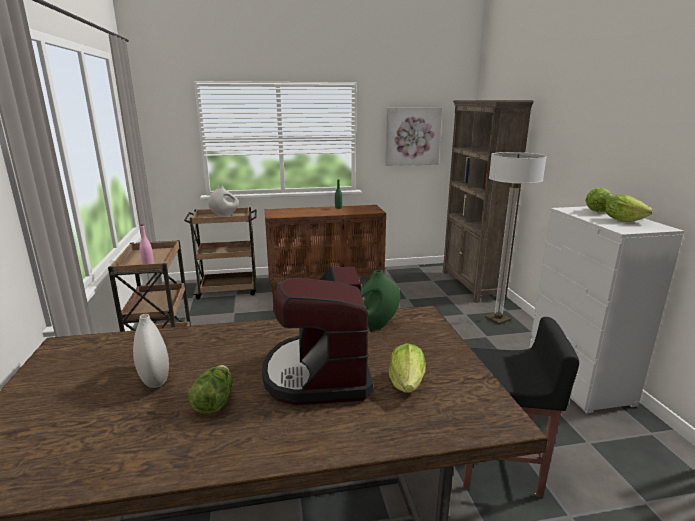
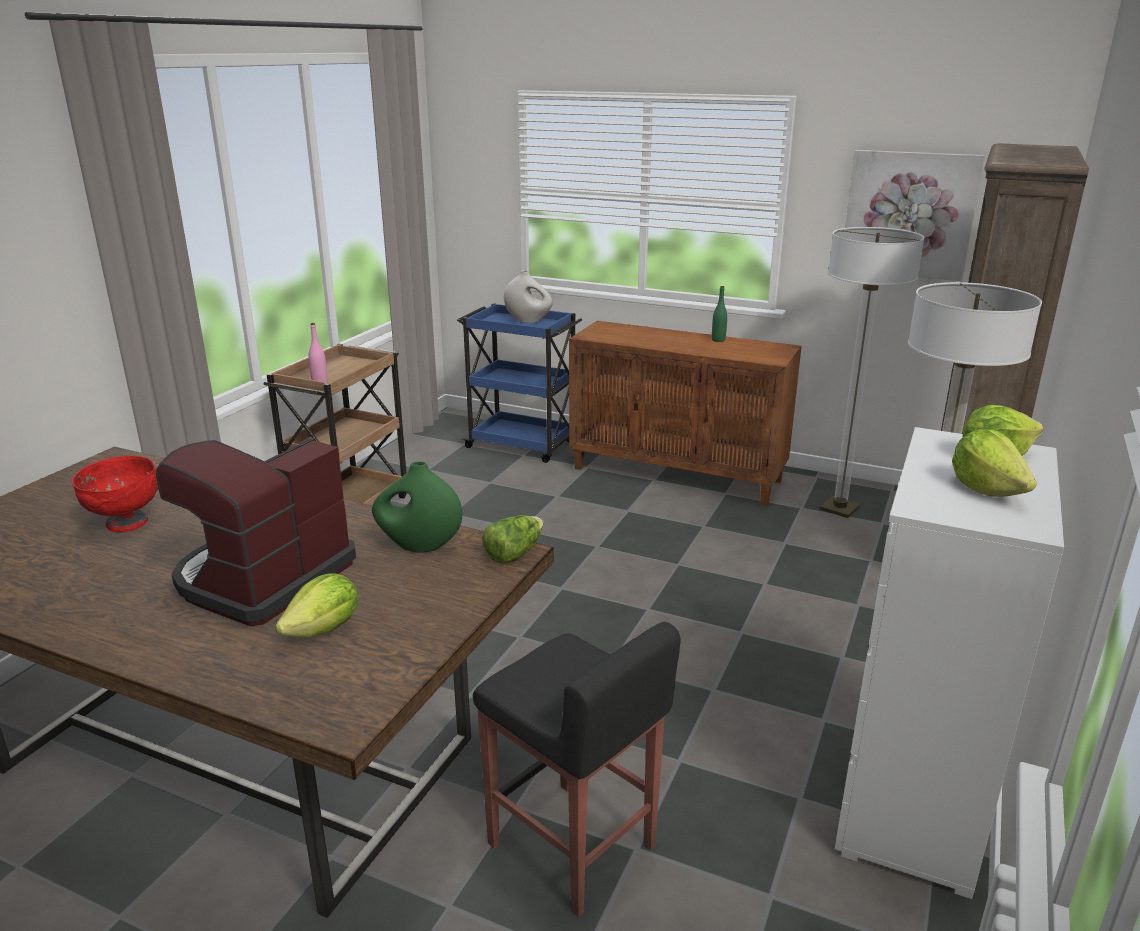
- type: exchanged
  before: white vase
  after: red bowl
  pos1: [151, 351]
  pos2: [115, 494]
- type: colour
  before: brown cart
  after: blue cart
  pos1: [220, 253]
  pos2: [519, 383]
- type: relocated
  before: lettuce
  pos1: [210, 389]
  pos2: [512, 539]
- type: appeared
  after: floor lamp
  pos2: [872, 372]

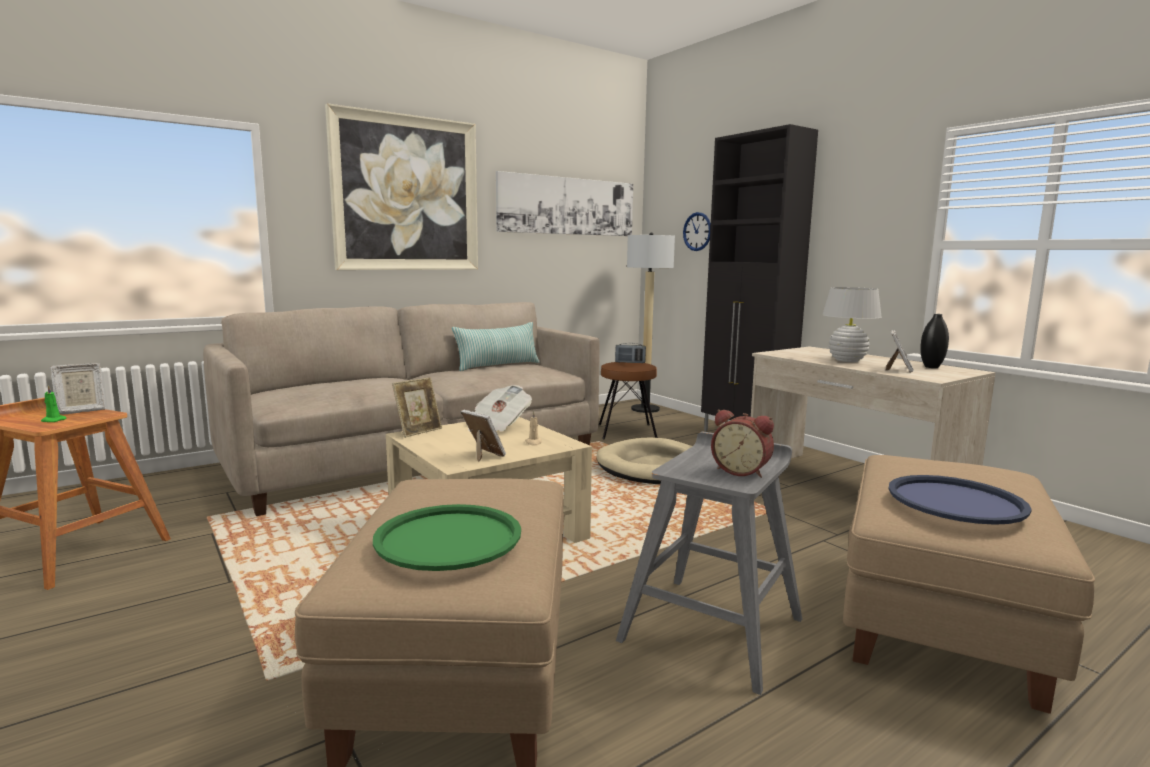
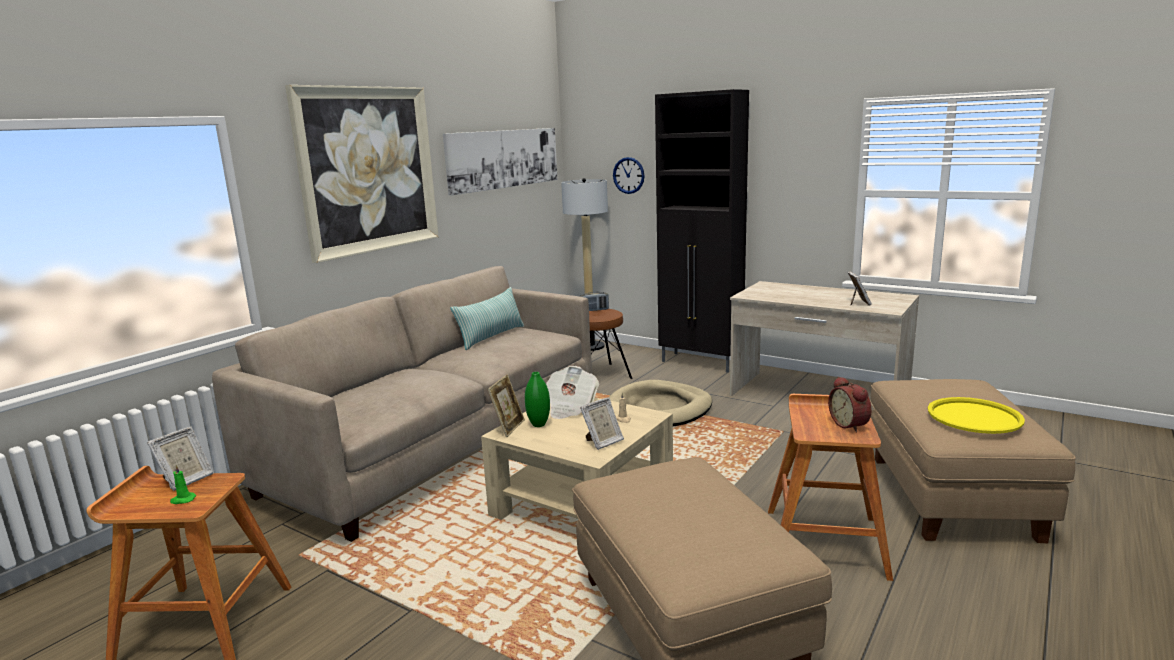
- type: appeared
  after: green vase
  pos2: [537, 399]
- type: spun
  before: picture frame
  pos1: [483, 435]
  pos2: [602, 424]
  turn: 120
- type: colour
  before: grey stool
  after: brown stool
  pos1: [709, 563]
  pos2: [830, 487]
- type: spun
  before: alarm clock
  pos1: [742, 443]
  pos2: [850, 404]
  turn: 60
- type: colour
  before: blue tray
  after: yellow tray
  pos1: [960, 500]
  pos2: [976, 415]
- type: missing
  before: green tray
  pos1: [447, 537]
- type: missing
  before: white table lamp
  pos1: [852, 324]
- type: missing
  before: black vase
  pos1: [934, 341]

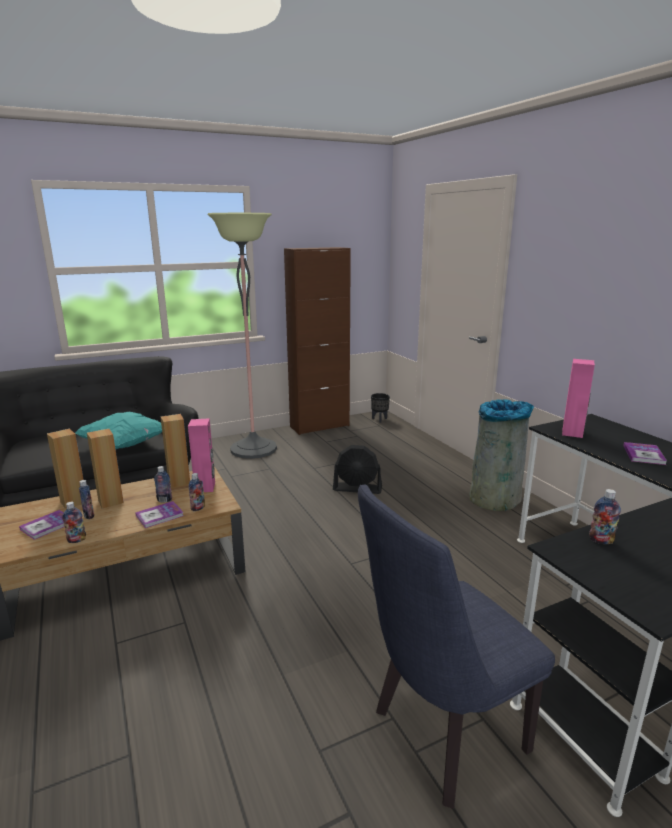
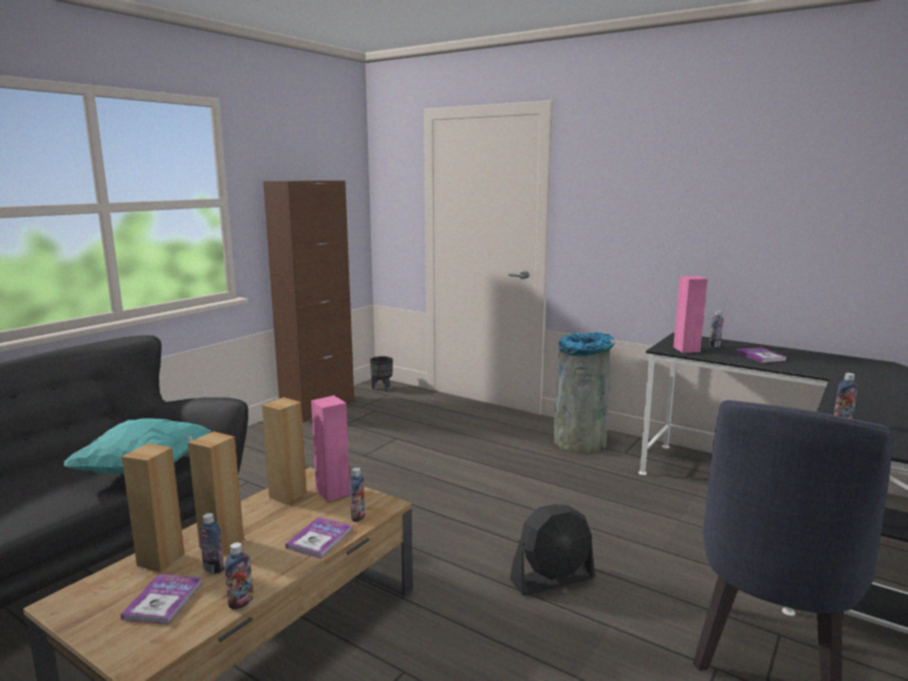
- type: relocated
  before: black fan
  pos1: [357, 469]
  pos2: [552, 550]
- type: relocated
  before: bottle
  pos1: [163, 484]
  pos2: [716, 329]
- type: missing
  before: floor lamp
  pos1: [242, 336]

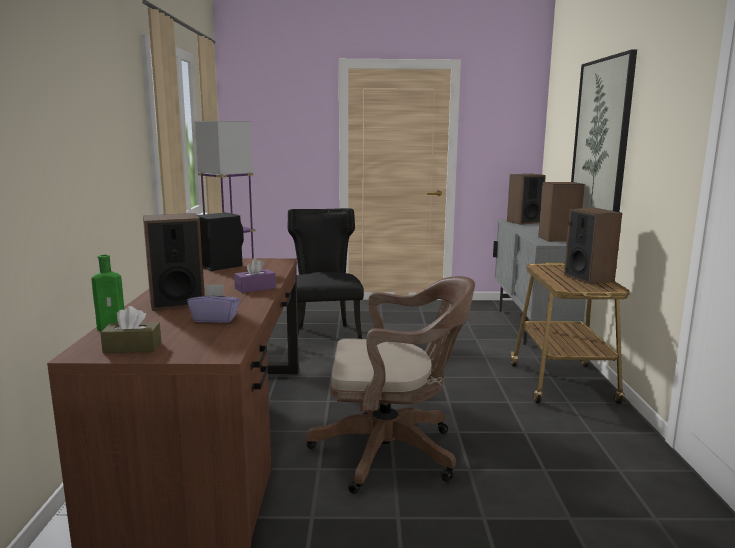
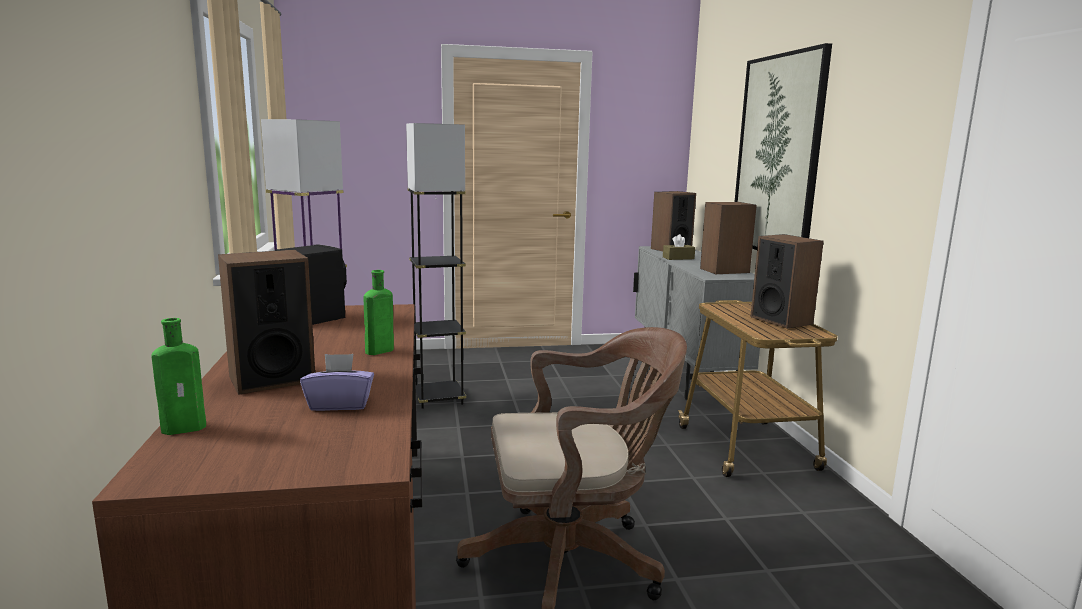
- type: exchanged
  before: purple tissue box
  after: green bottle
  pos1: [255, 275]
  pos2: [379, 312]
- type: exchanged
  before: black chair
  after: grey floor lamp
  pos1: [326, 273]
  pos2: [436, 266]
- type: relocated
  before: brown tissue box
  pos1: [130, 329]
  pos2: [679, 247]

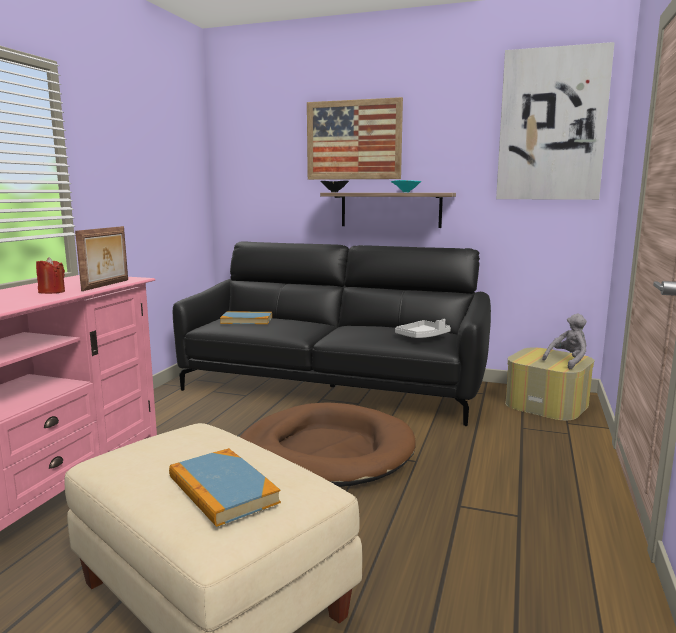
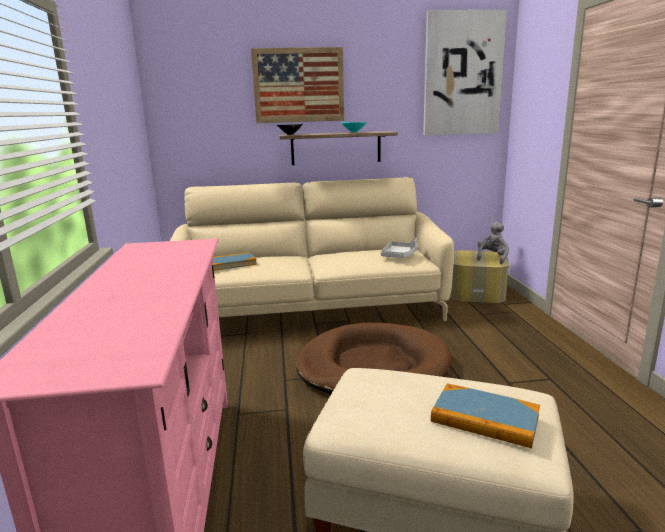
- type: colour
  before: black sofa
  after: beige sofa
  pos1: [332, 333]
  pos2: [312, 249]
- type: missing
  before: red candle
  pos1: [50, 275]
- type: missing
  before: picture frame
  pos1: [101, 258]

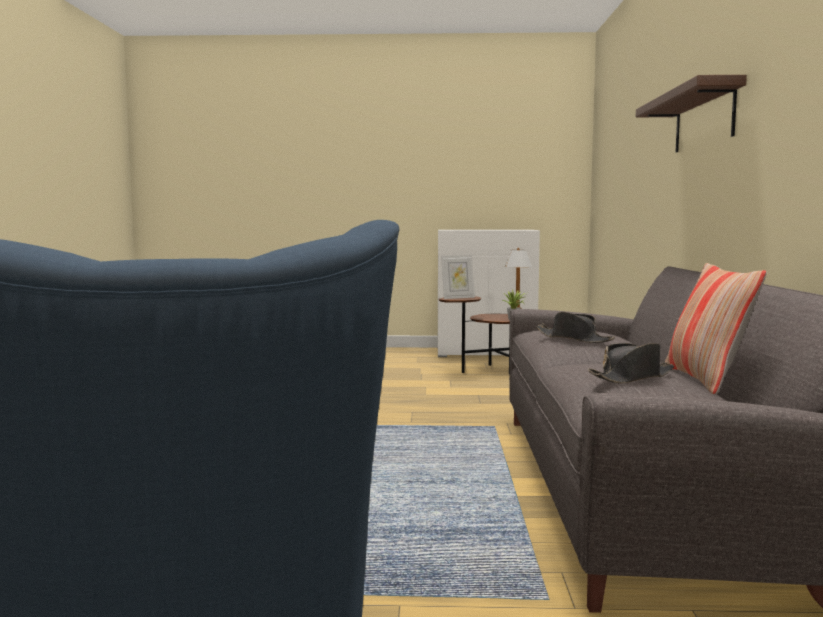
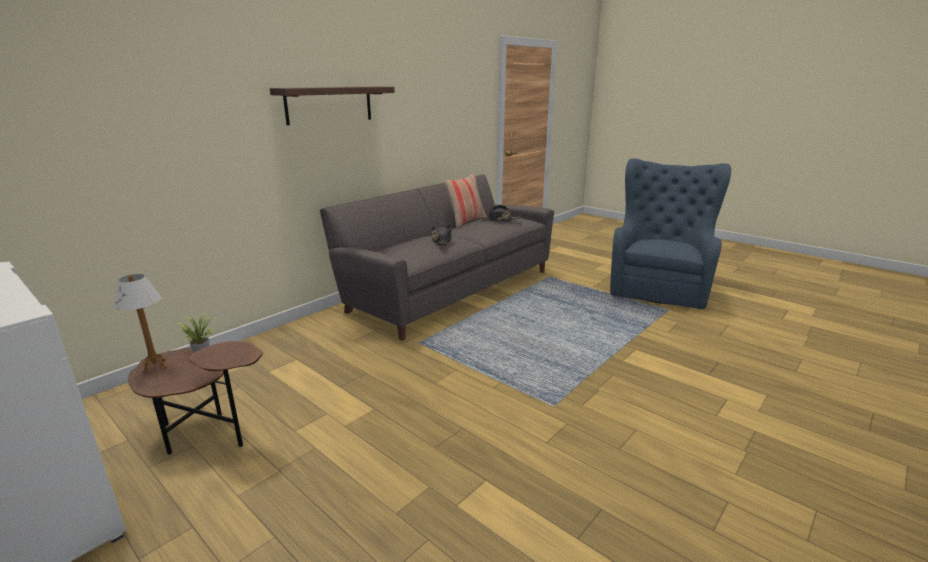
- type: missing
  before: picture frame
  pos1: [458, 277]

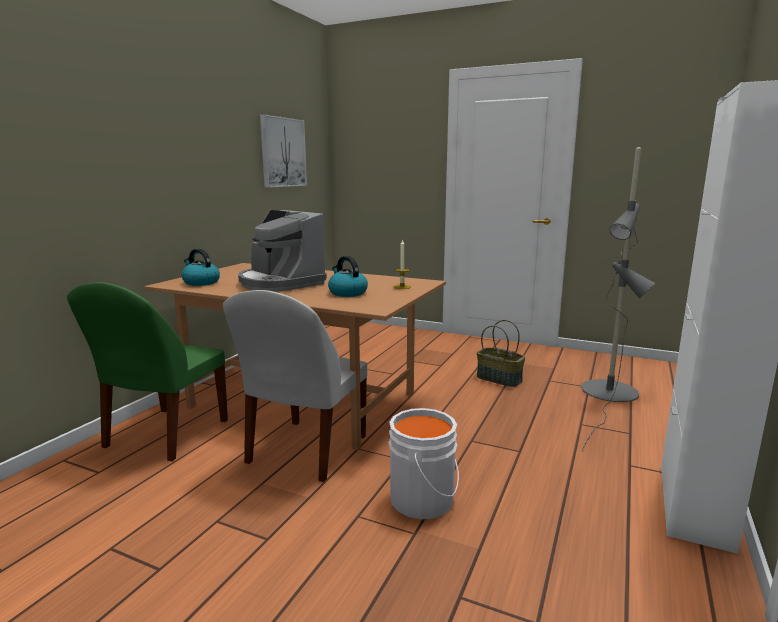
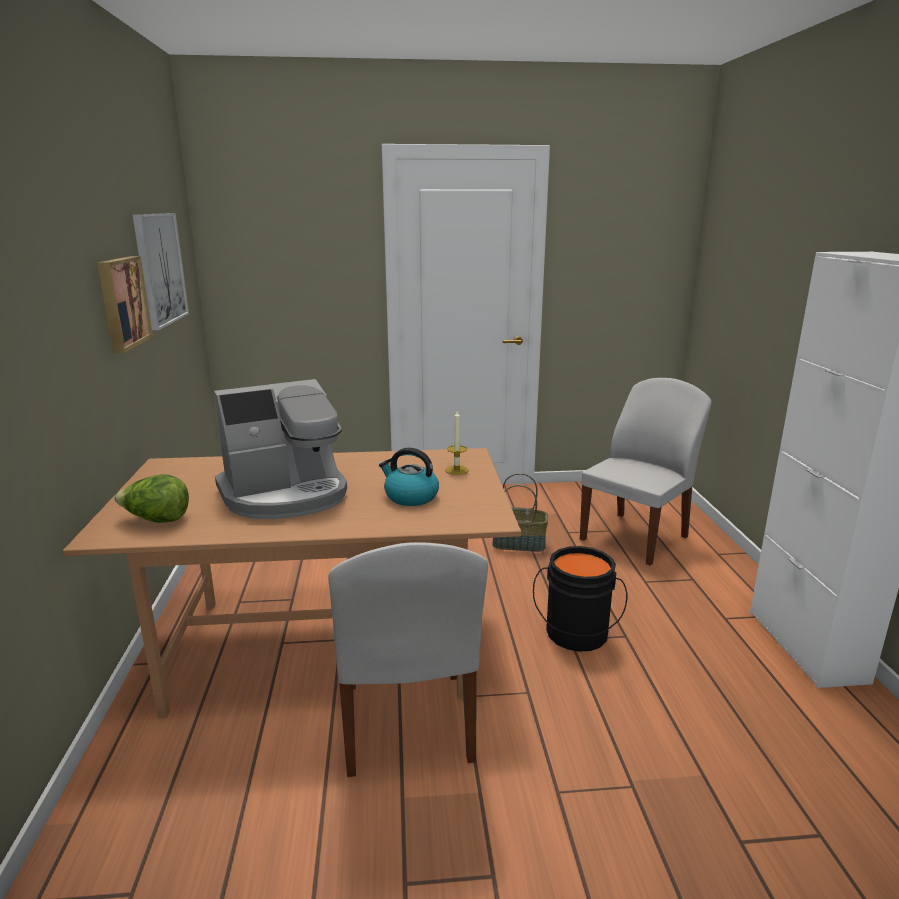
- type: appeared
  after: picture
  pos2: [125, 304]
- type: exchanged
  before: kettle
  after: lettuce
  pos1: [201, 267]
  pos2: [151, 498]
- type: spun
  before: coffee machine
  pos1: [282, 251]
  pos2: [280, 449]
  turn: -45
- type: appeared
  after: black bucket
  pos2: [580, 599]
- type: exchanged
  before: grey floor lamp
  after: white chair
  pos1: [618, 299]
  pos2: [646, 472]
- type: missing
  before: green chair
  pos1: [147, 371]
- type: missing
  before: white bucket
  pos1: [423, 464]

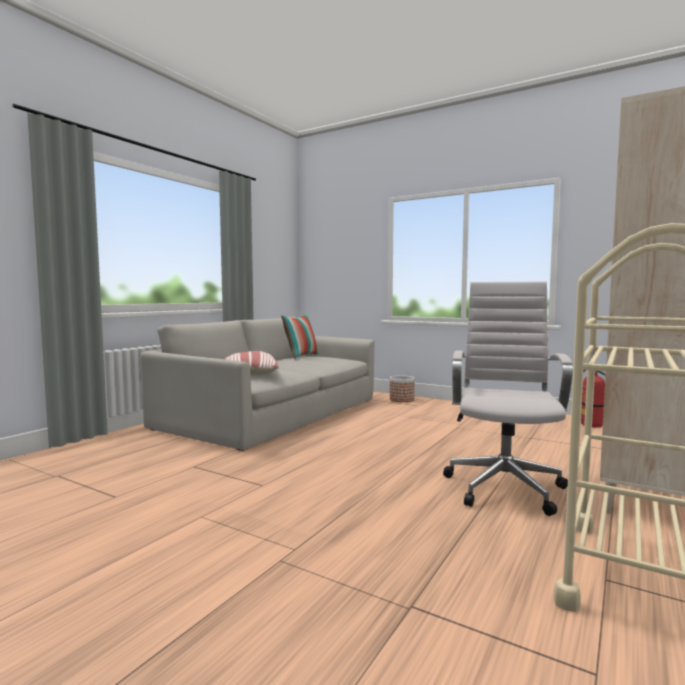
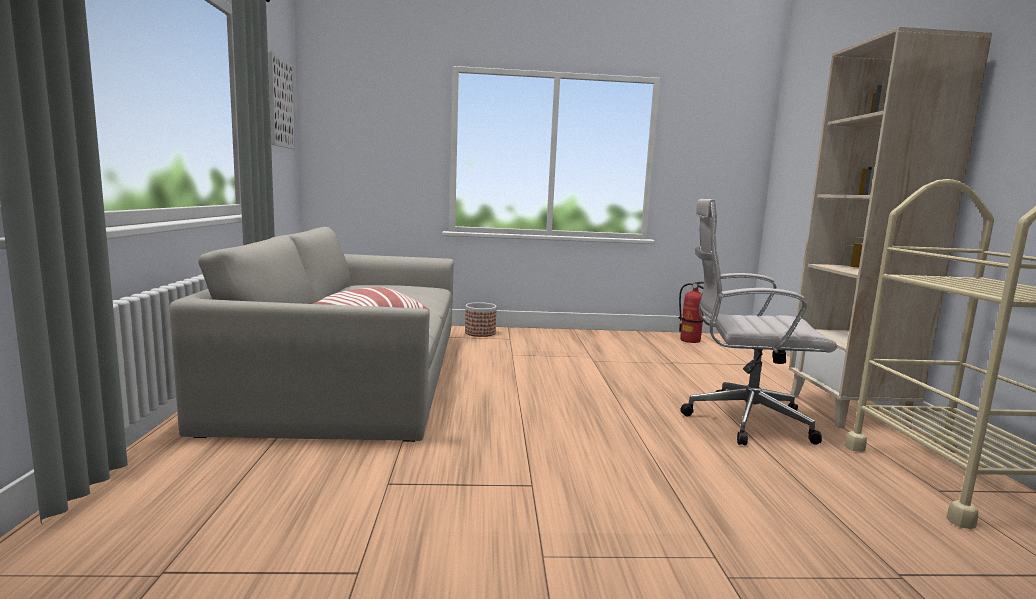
- type: appeared
  after: picture
  pos2: [281, 100]
- type: spun
  before: white office chair
  pos1: [508, 398]
  pos2: [758, 322]
  turn: -60
- type: missing
  before: pillow
  pos1: [300, 336]

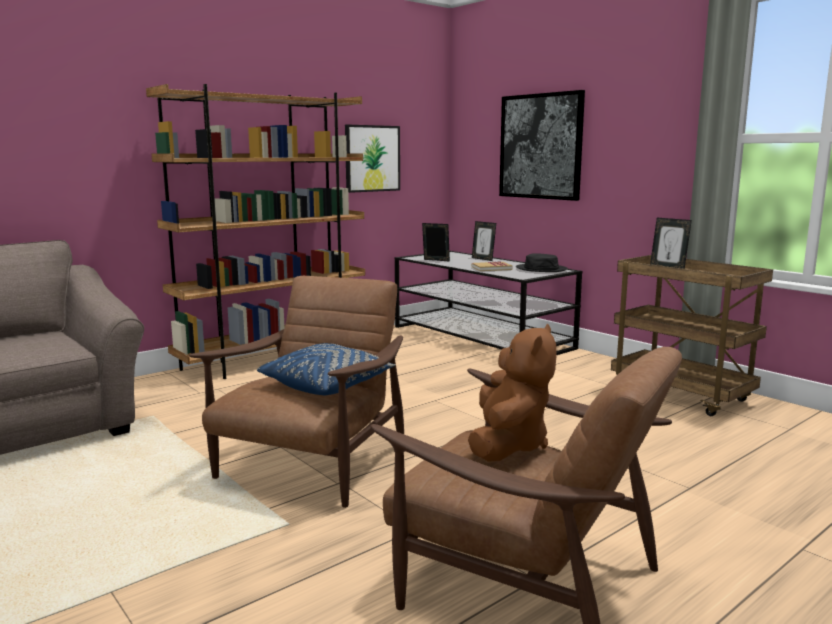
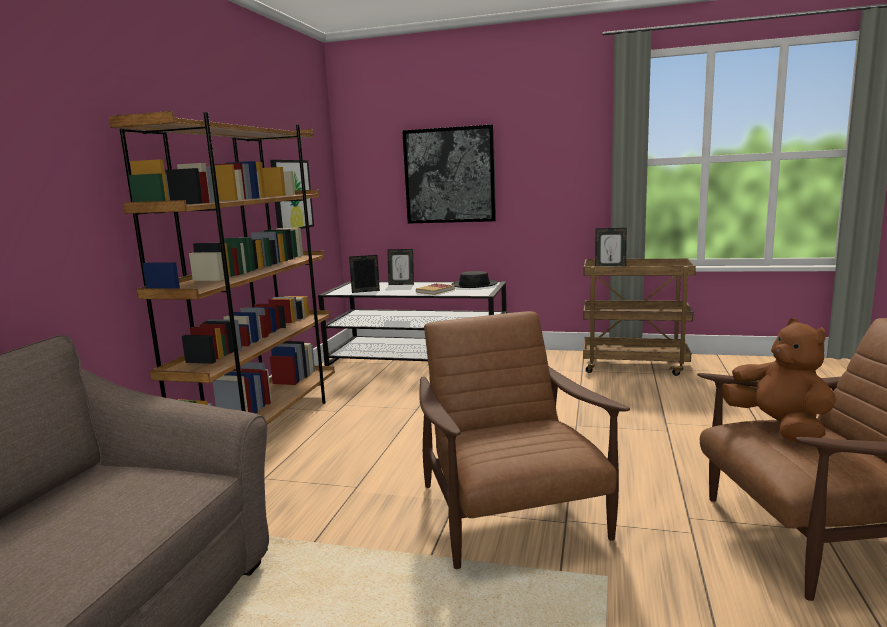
- type: missing
  before: blue pillow
  pos1: [326, 369]

